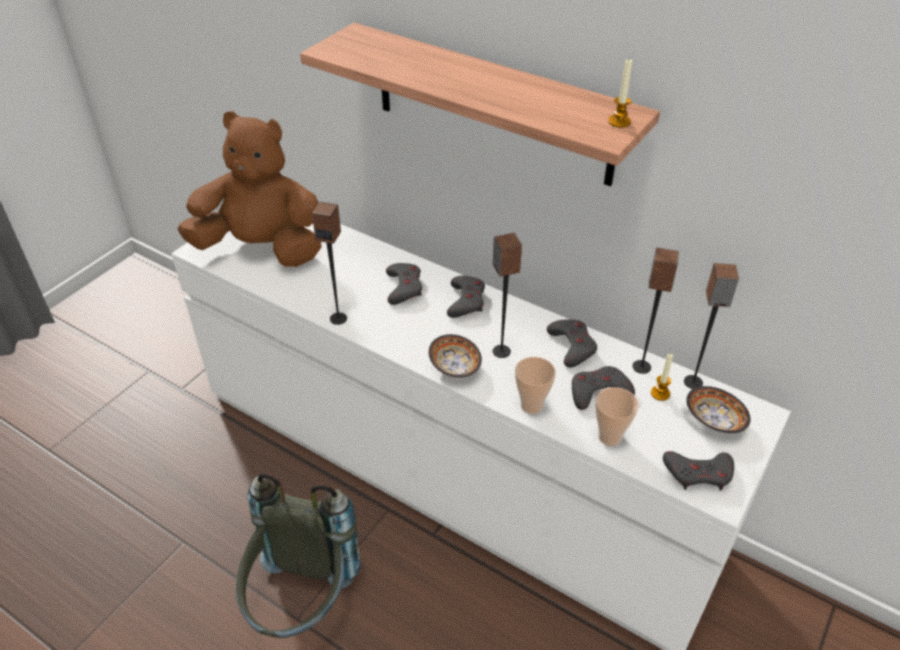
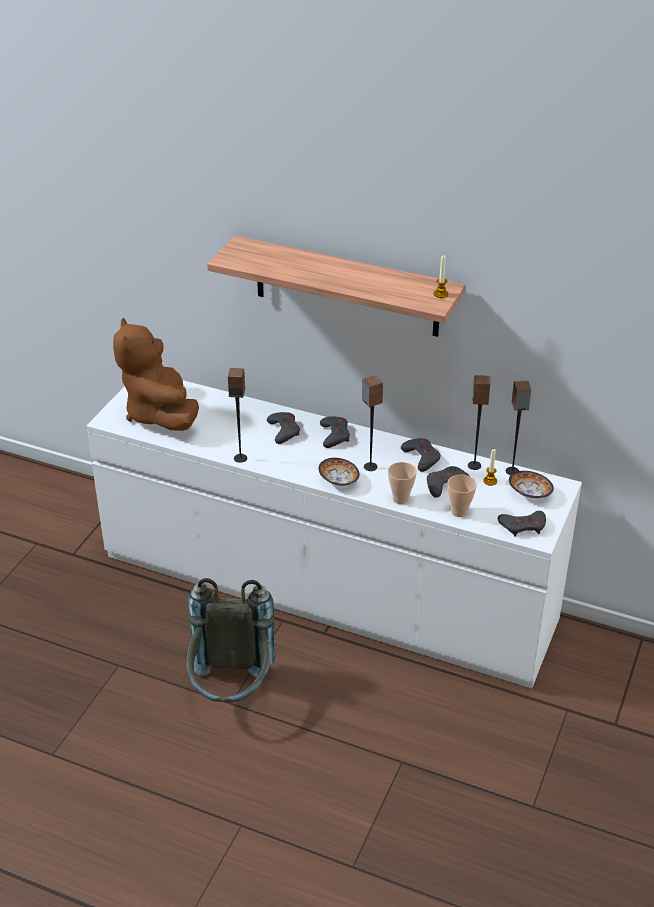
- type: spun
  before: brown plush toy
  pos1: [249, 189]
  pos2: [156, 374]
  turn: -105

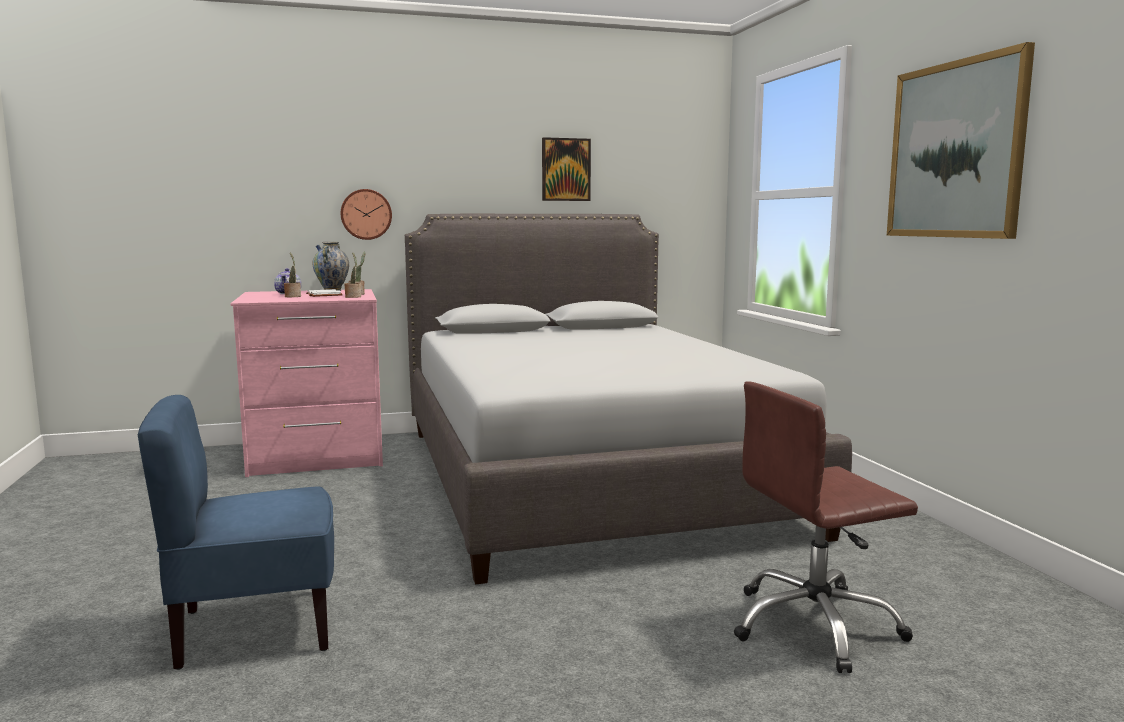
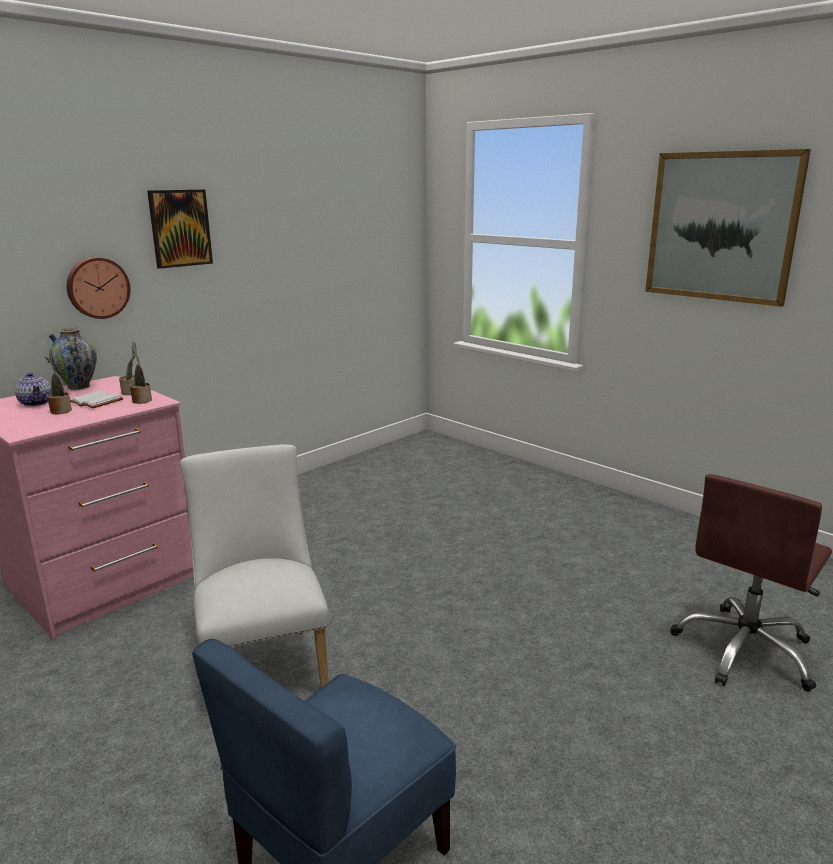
- type: relocated
  before: picture
  pos1: [566, 169]
  pos2: [180, 229]
- type: appeared
  after: white chair
  pos2: [254, 566]
- type: missing
  before: grey bed
  pos1: [628, 399]

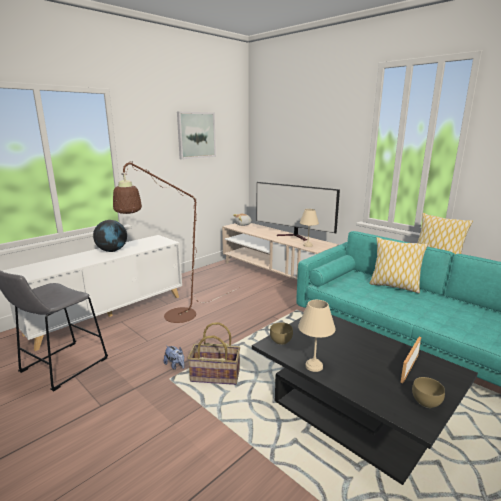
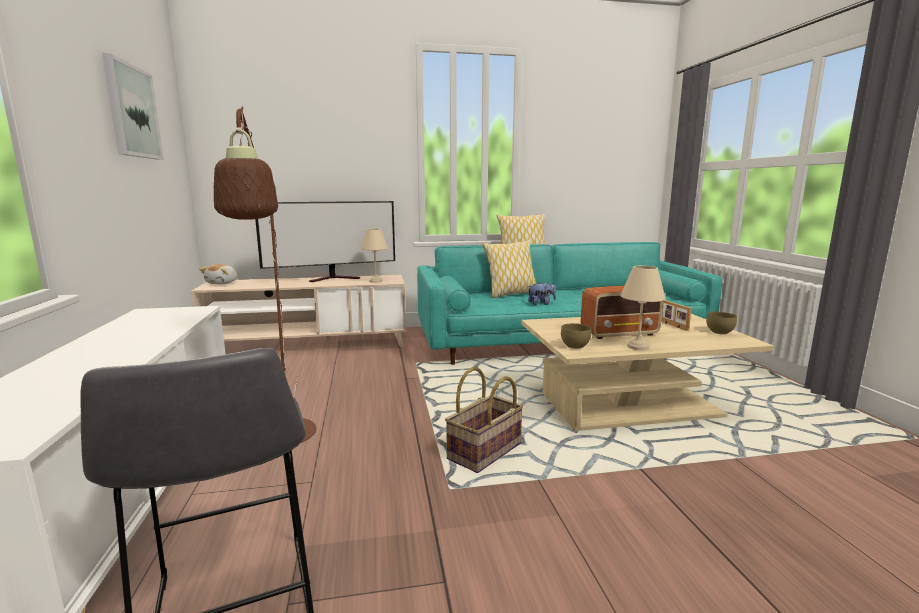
- type: colour
  before: black coffee table
  after: beige coffee table
  pos1: [365, 400]
  pos2: [648, 372]
- type: relocated
  before: plush toy
  pos1: [174, 357]
  pos2: [542, 293]
- type: appeared
  after: radio
  pos2: [621, 312]
- type: missing
  before: globe
  pos1: [110, 236]

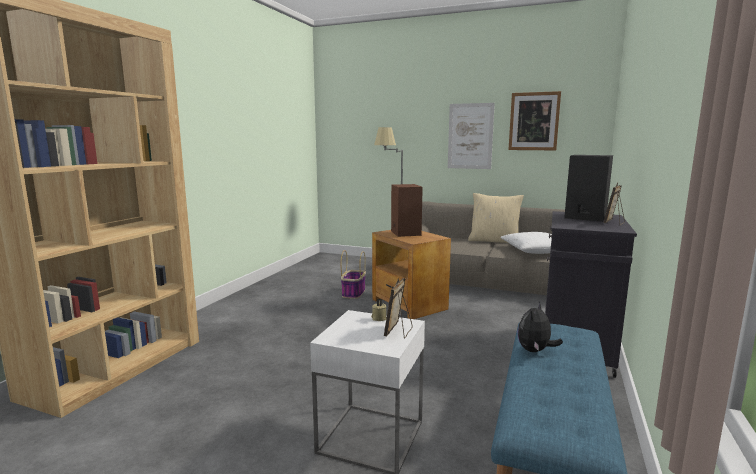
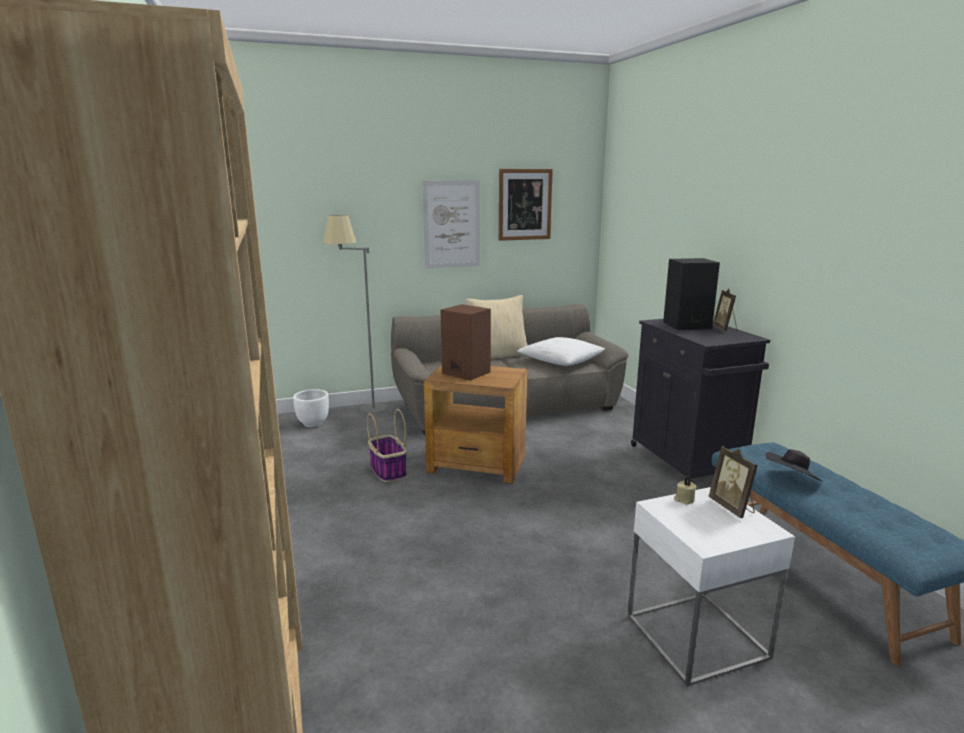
- type: appeared
  after: white planter
  pos2: [311, 408]
- type: exchanged
  before: plush toy
  after: black hat
  pos1: [540, 326]
  pos2: [794, 465]

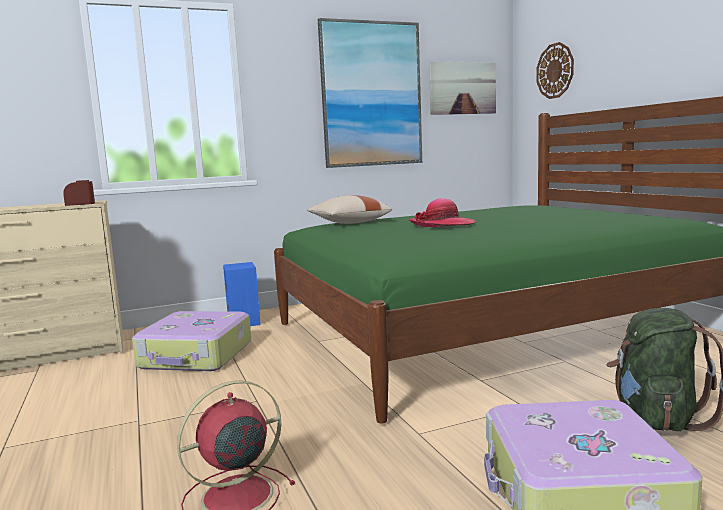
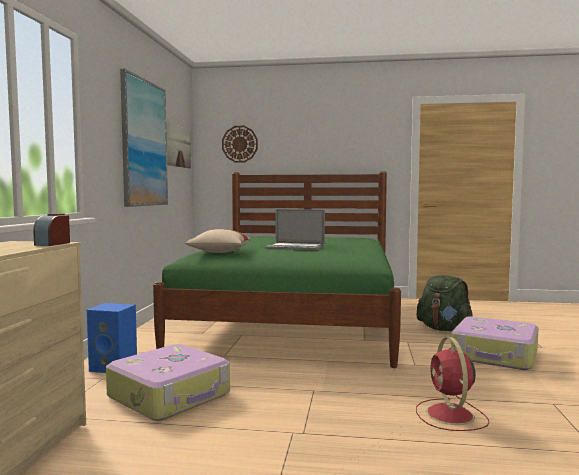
- type: exchanged
  before: hat
  after: laptop
  pos1: [442, 212]
  pos2: [294, 229]

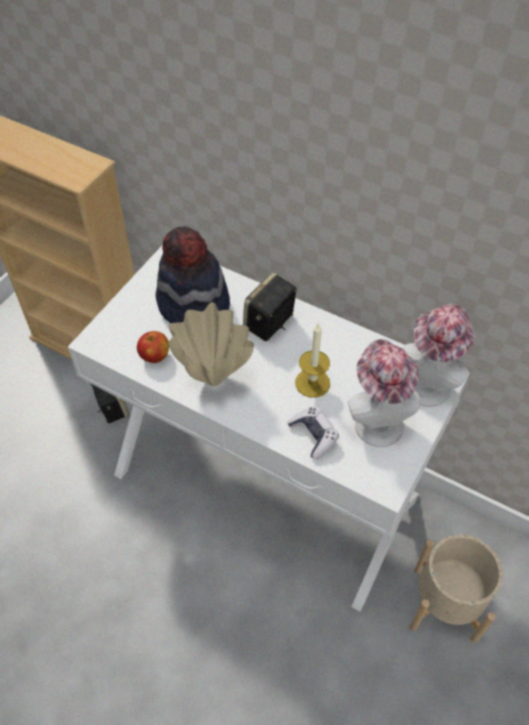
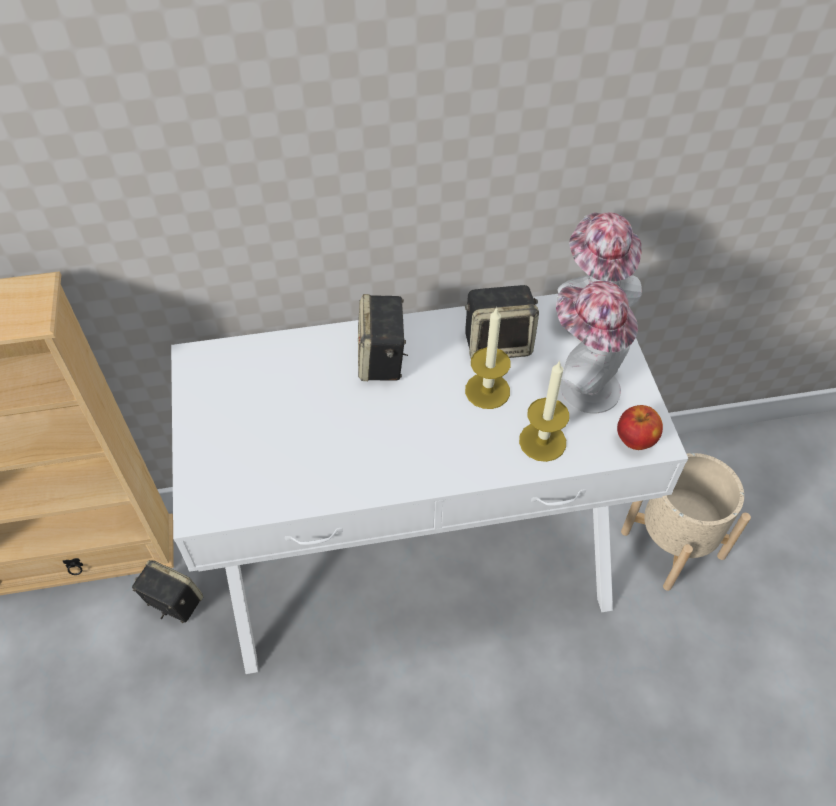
- type: appeared
  after: speaker
  pos2: [502, 321]
- type: exchanged
  before: game controller
  after: candle
  pos1: [313, 433]
  pos2: [544, 411]
- type: relocated
  before: apple
  pos1: [153, 347]
  pos2: [640, 427]
- type: missing
  before: hat
  pos1: [192, 274]
- type: missing
  before: beige vase
  pos1: [211, 344]

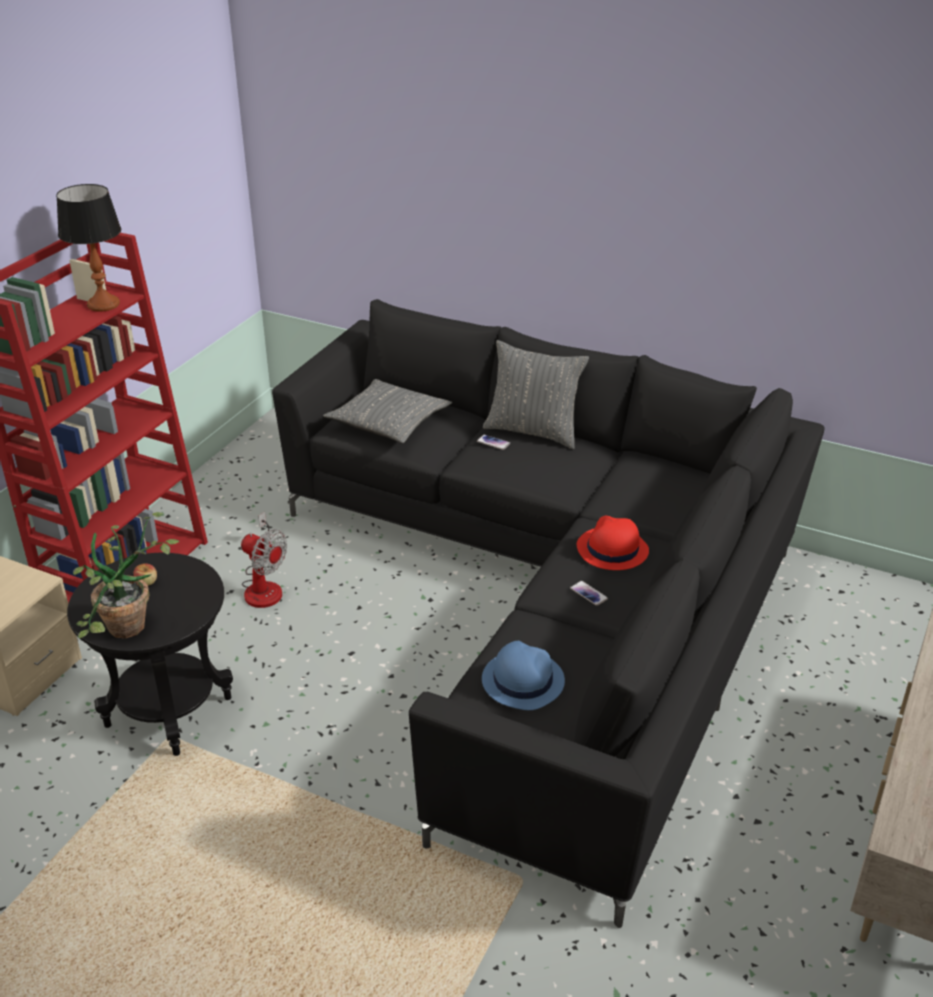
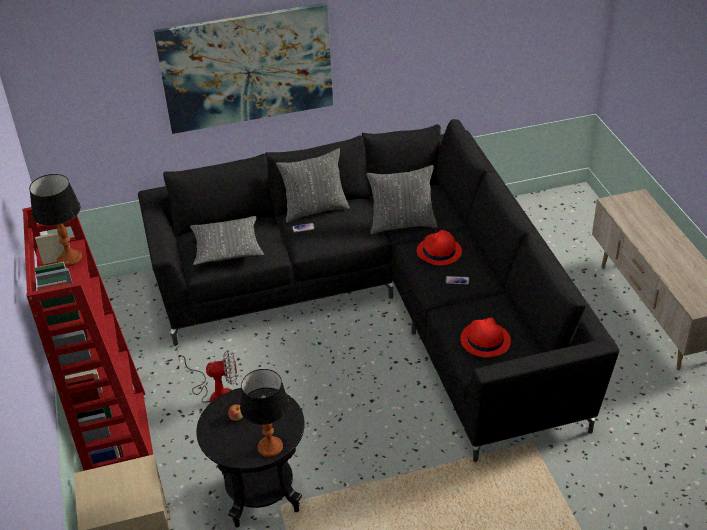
- type: appeared
  after: picture
  pos2: [243, 68]
- type: exchanged
  before: potted plant
  after: table lamp
  pos1: [126, 575]
  pos2: [264, 413]
- type: appeared
  after: grey pillow
  pos2: [402, 199]
- type: colour
  before: blue hat
  after: red hat
  pos1: [523, 675]
  pos2: [485, 337]

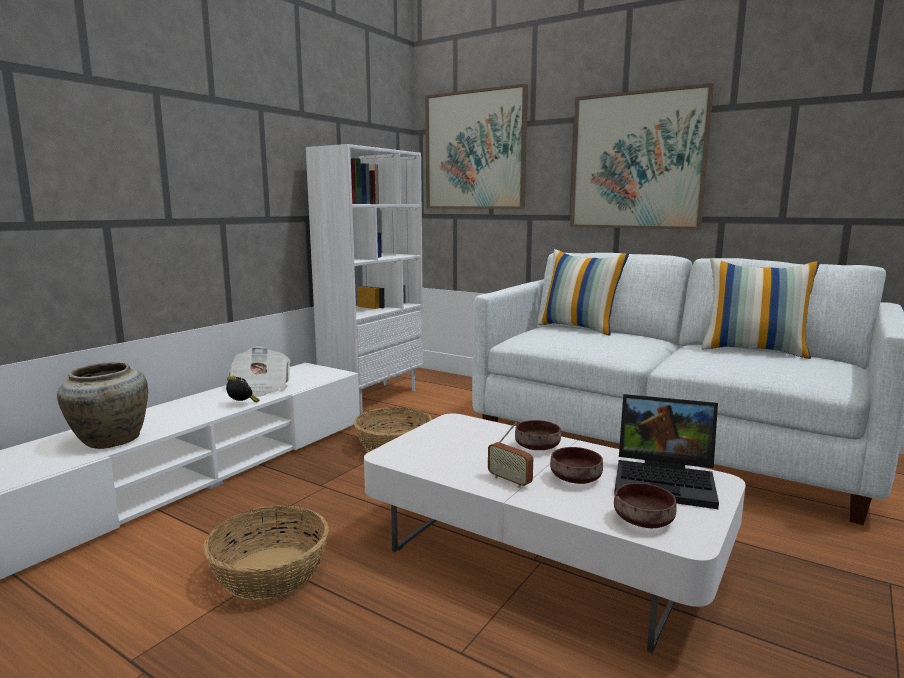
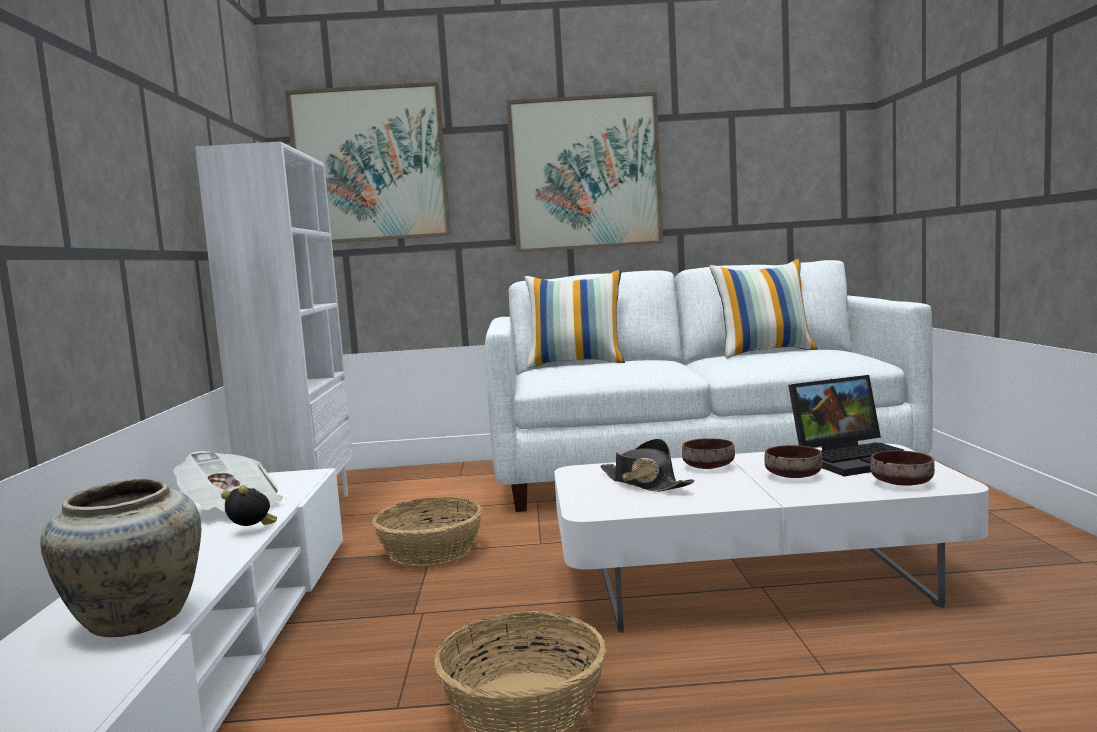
- type: appeared
  after: black hat
  pos2: [648, 465]
- type: missing
  before: radio
  pos1: [510, 455]

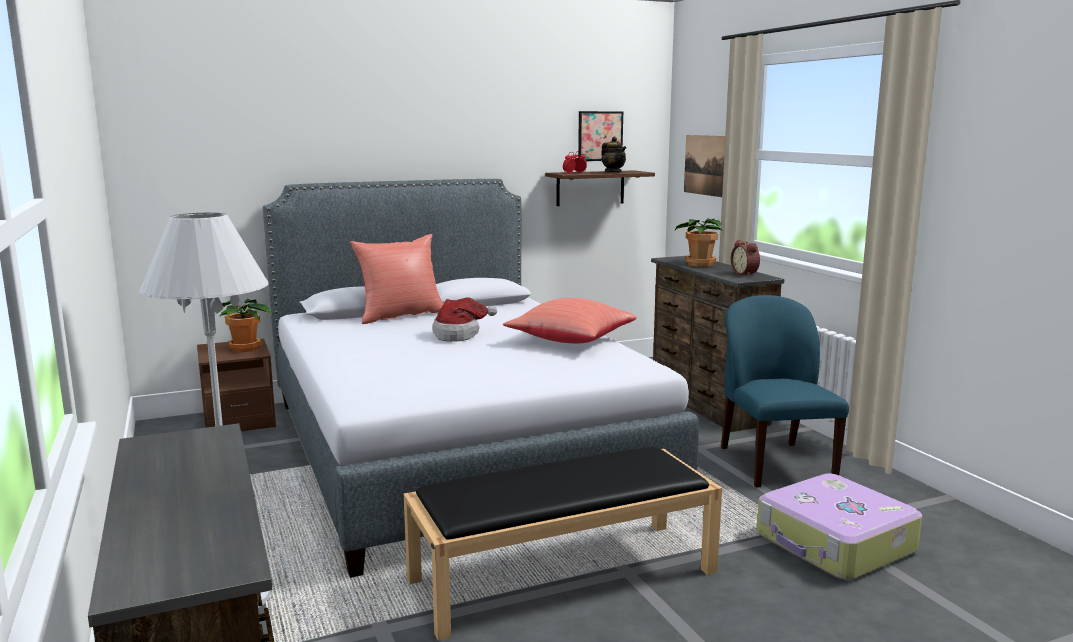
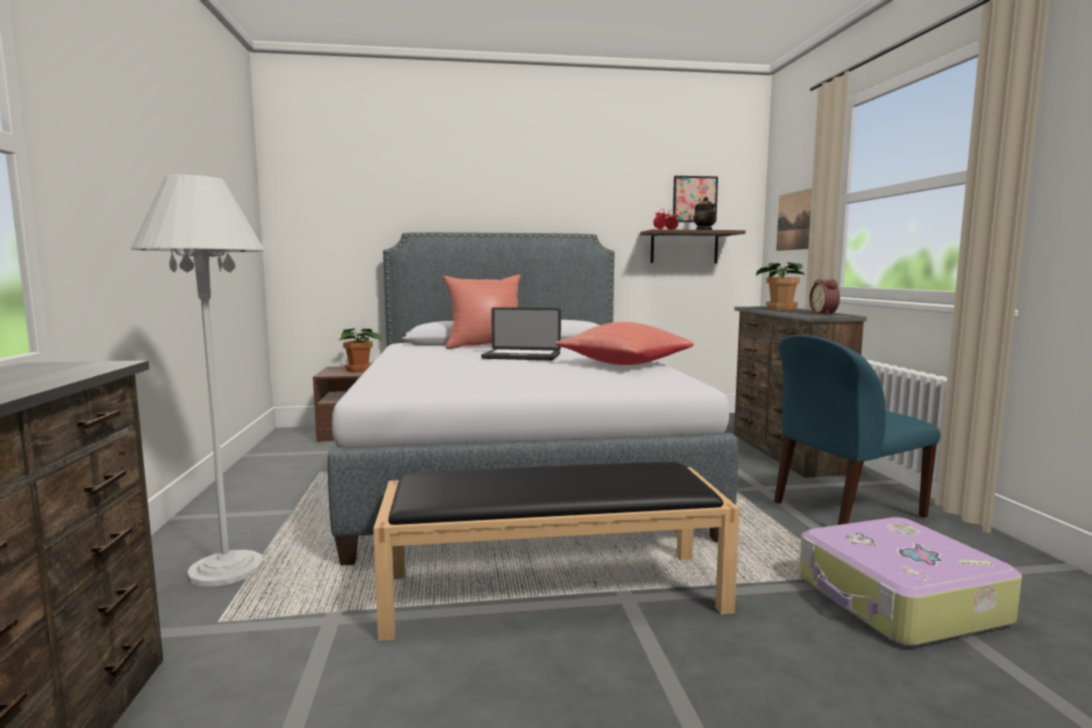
- type: exchanged
  before: hat
  after: laptop
  pos1: [464, 320]
  pos2: [521, 334]
- type: spun
  before: blue chair
  pos1: [785, 391]
  pos2: [857, 430]
  turn: -120

